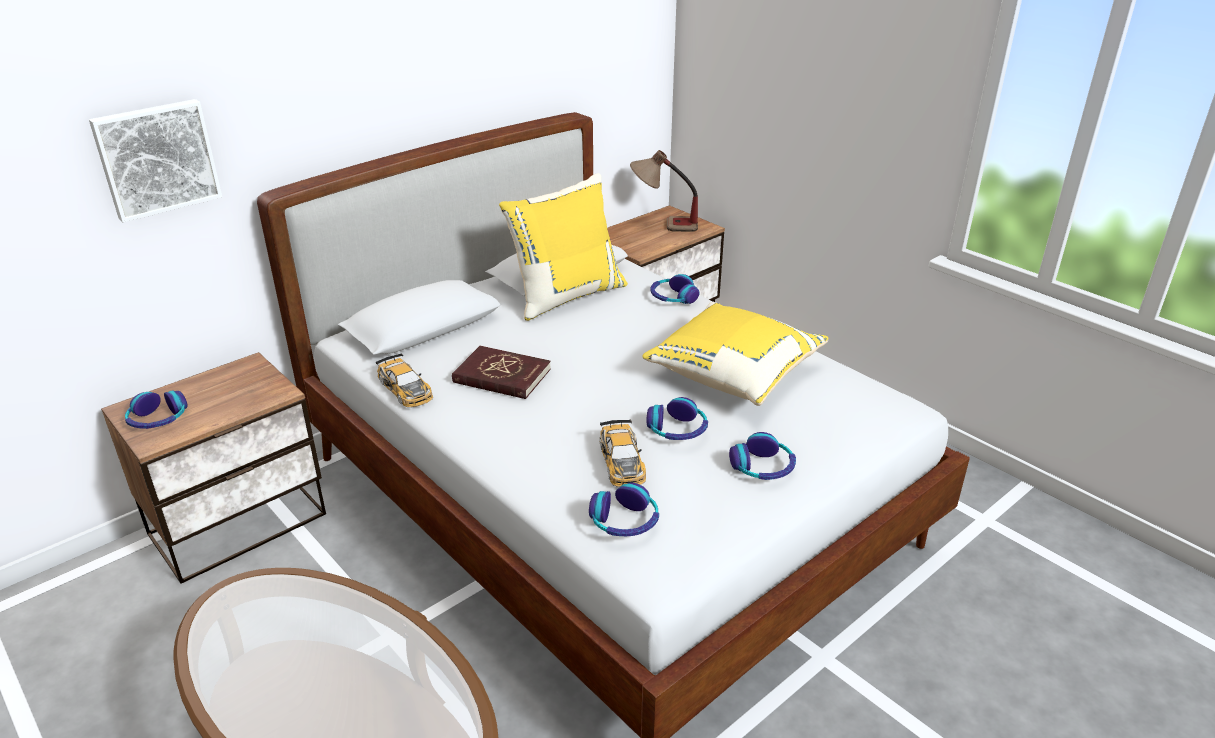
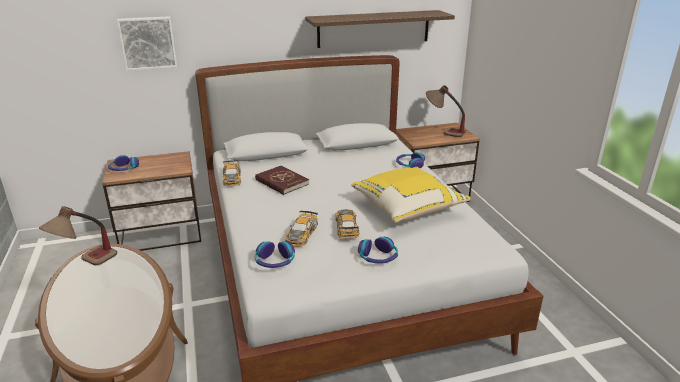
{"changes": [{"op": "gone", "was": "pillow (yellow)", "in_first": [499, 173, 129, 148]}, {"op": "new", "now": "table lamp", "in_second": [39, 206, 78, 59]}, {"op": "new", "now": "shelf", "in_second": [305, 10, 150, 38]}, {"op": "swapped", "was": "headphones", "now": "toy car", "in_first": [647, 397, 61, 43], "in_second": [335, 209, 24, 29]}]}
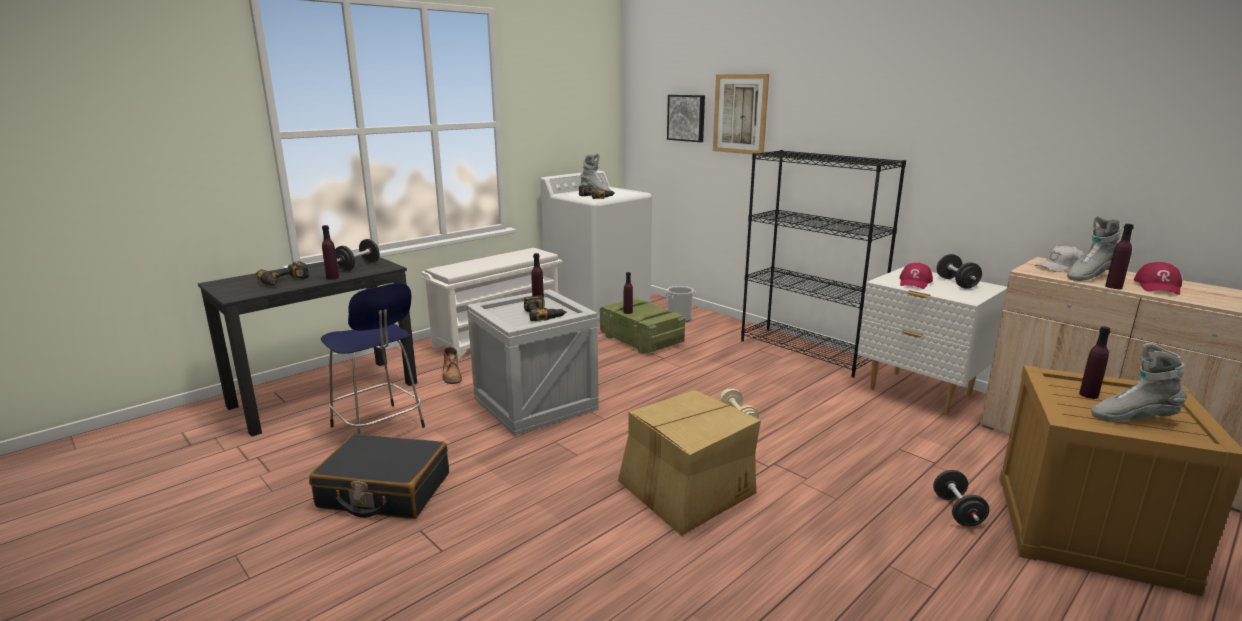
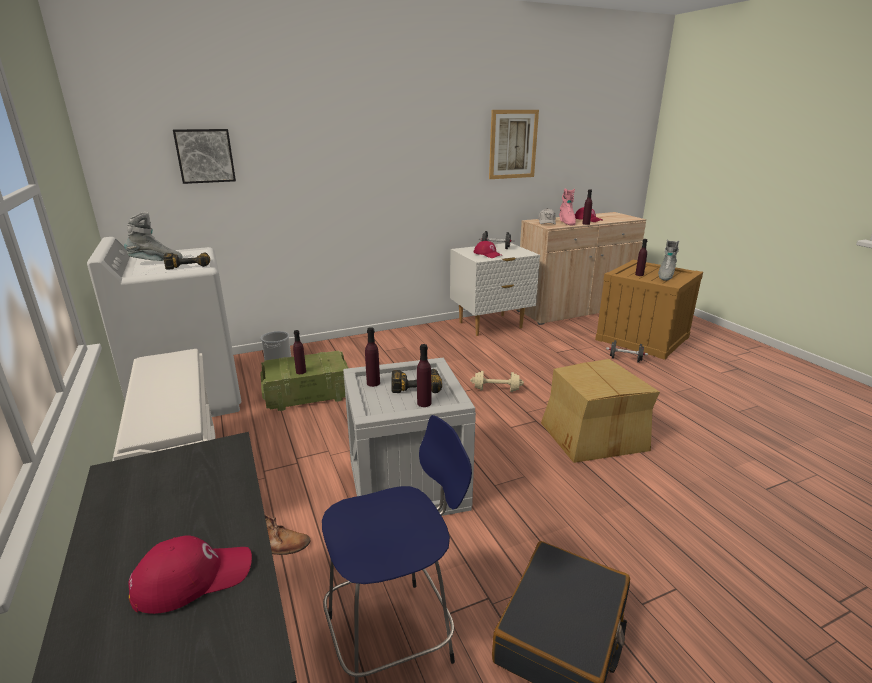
{"changes": [{"op": "gone", "was": "dumbbell (black)", "in_first": [335, 239, 45, 32]}, {"op": "gone", "was": "bookcase (black)", "in_first": [741, 150, 165, 228]}, {"op": "shifted", "was": "bottle (purple)", "in_first": [322, 225, 17, 55], "in_second": [417, 344, 14, 63]}, {"op": "shifted", "was": "picture", "in_first": [713, 74, 56, 81], "in_second": [489, 110, 50, 69]}, {"op": "swapped", "was": "power drill", "now": "cap (red)", "in_first": [256, 261, 53, 24], "in_second": [129, 535, 123, 79]}, {"op": "repainted", "was": "boot (grey)", "now": "boot (pink)", "in_first": [1067, 216, 54, 65], "in_second": [559, 189, 17, 37]}]}
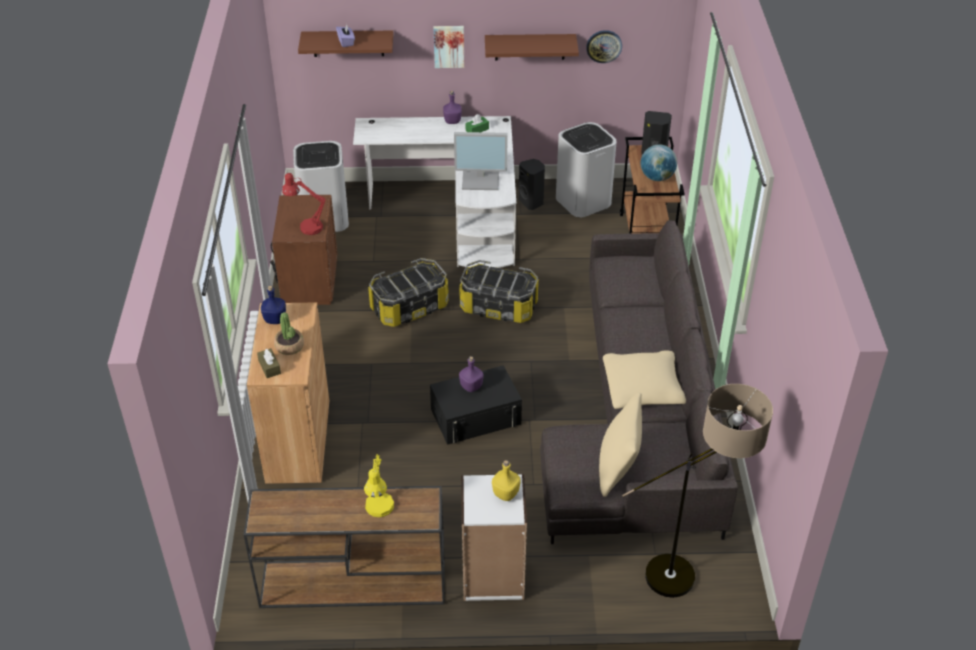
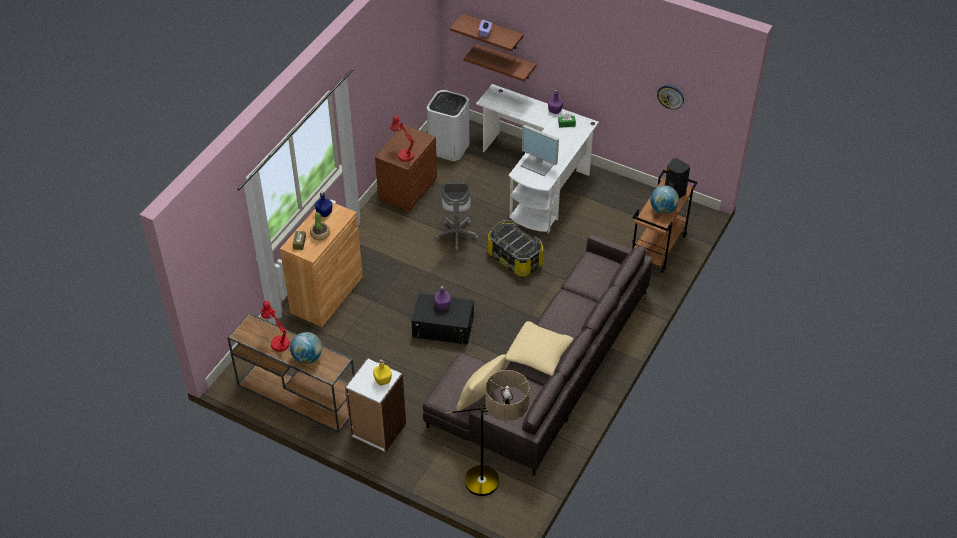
{"changes": [{"op": "gone", "was": "picture", "in_first": [434, 26, 30, 42]}, {"op": "gone", "was": "speaker (black)", "in_first": [519, 159, 26, 51]}, {"op": "gone", "was": "trash can (white)", "in_first": [556, 122, 61, 95]}, {"op": "new", "now": "table lamp (red)", "in_second": [261, 301, 29, 51]}, {"op": "shifted", "was": "shelf (brown)", "in_first": [485, 34, 94, 26], "in_second": [464, 44, 72, 38]}, {"op": "swapped", "was": "table lamp (yellow)", "now": "globe", "in_first": [364, 454, 30, 63], "in_second": [290, 332, 32, 32]}, {"op": "swapped", "was": "storage box", "now": "office chair (grey)", "in_first": [368, 258, 81, 69], "in_second": [435, 182, 43, 68]}]}
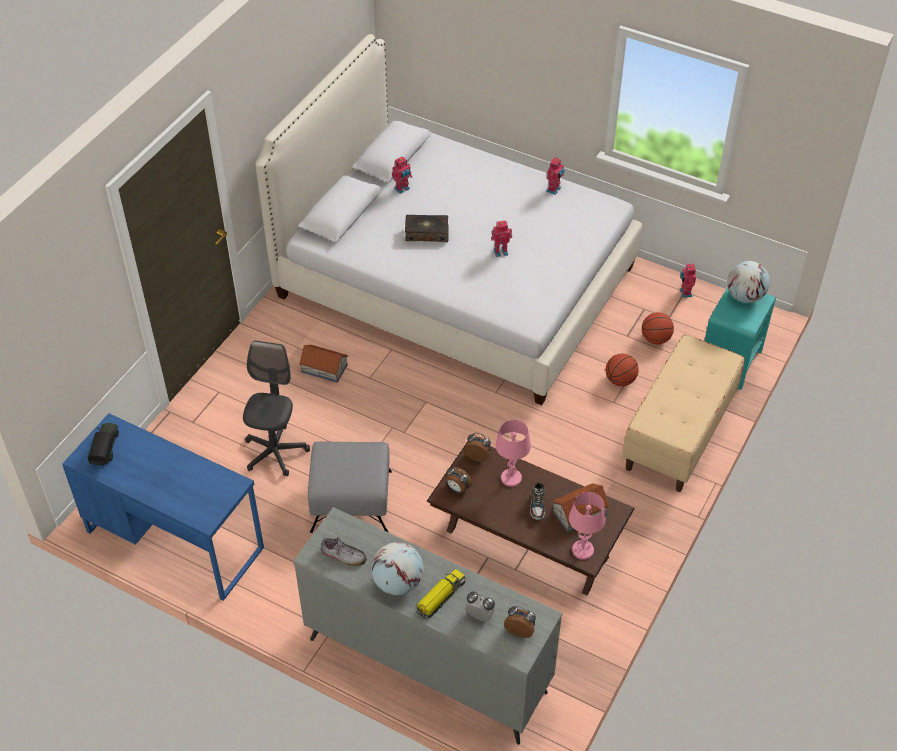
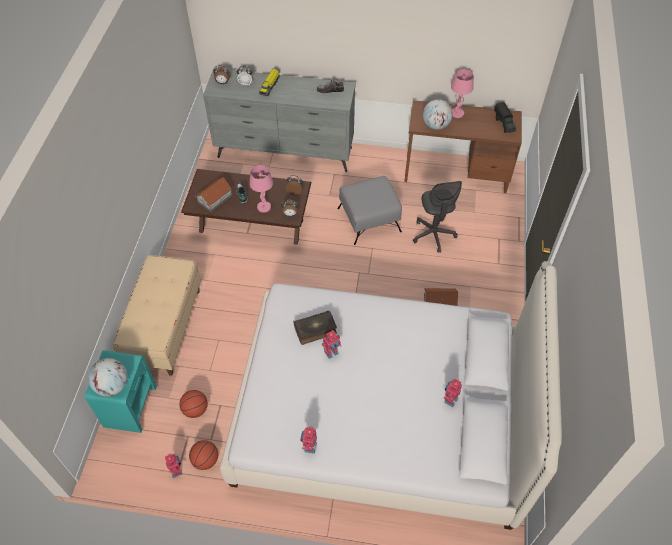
{"changes": [{"op": "shifted", "was": "globe", "in_first": [371, 542, 53, 53], "in_second": [423, 99, 30, 31]}, {"op": "shifted", "was": "book", "in_first": [405, 215, 44, 27], "in_second": [293, 311, 44, 34]}, {"op": "shifted", "was": "table lamp (pink)", "in_first": [569, 492, 37, 68], "in_second": [451, 69, 23, 49]}, {"op": "shifted", "was": "basketball", "in_first": [606, 354, 33, 32], "in_second": [189, 440, 29, 30]}, {"op": "repainted", "was": "desk (blue)", "now": "desk (brown)", "in_first": [62, 413, 202, 188], "in_second": [404, 100, 118, 93]}]}
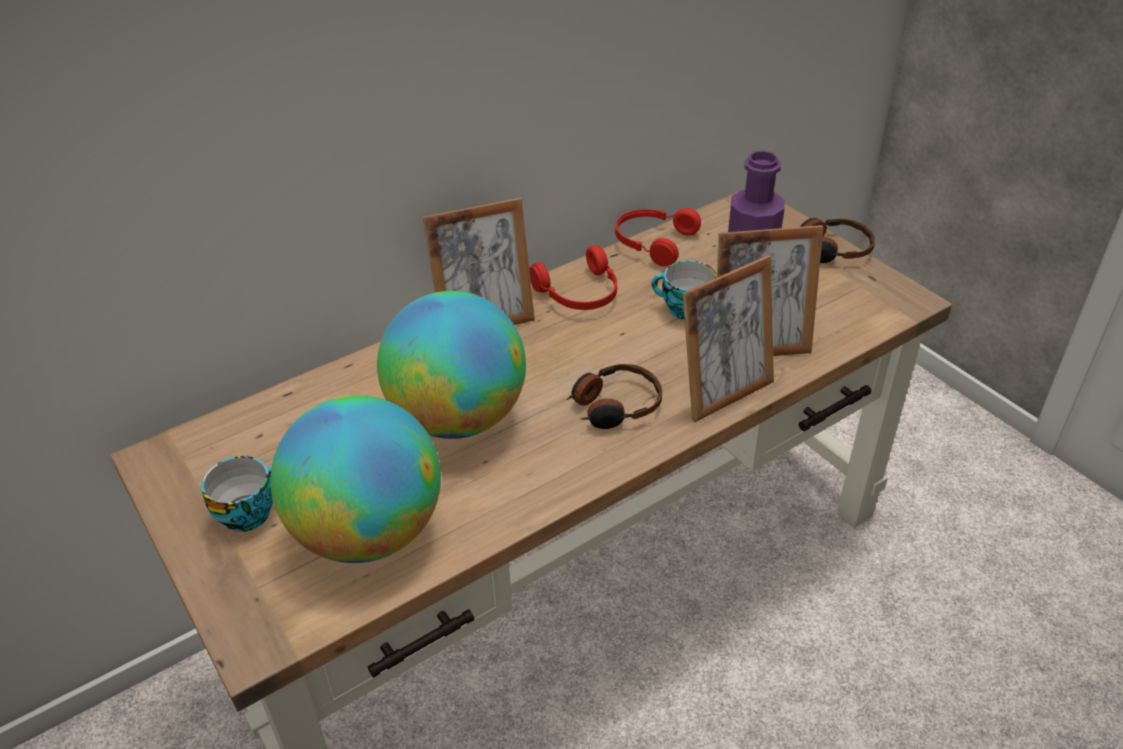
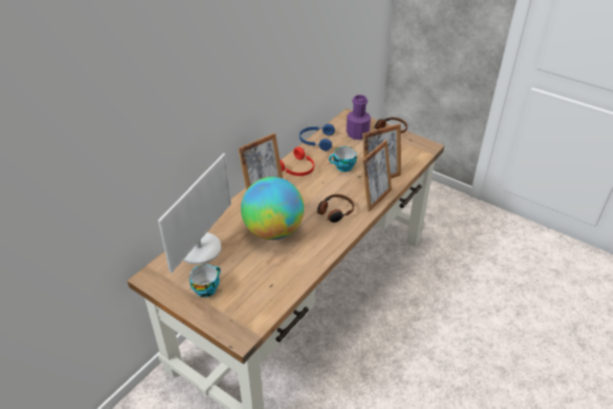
{"changes": [{"op": "gone", "was": "globe", "in_first": [270, 395, 171, 168]}, {"op": "new", "now": "monitor", "in_second": [158, 153, 73, 120]}, {"op": "repainted", "was": "headphones (red)", "now": "headphones (blue)", "in_first": [615, 208, 86, 59], "in_second": [299, 124, 36, 27]}]}
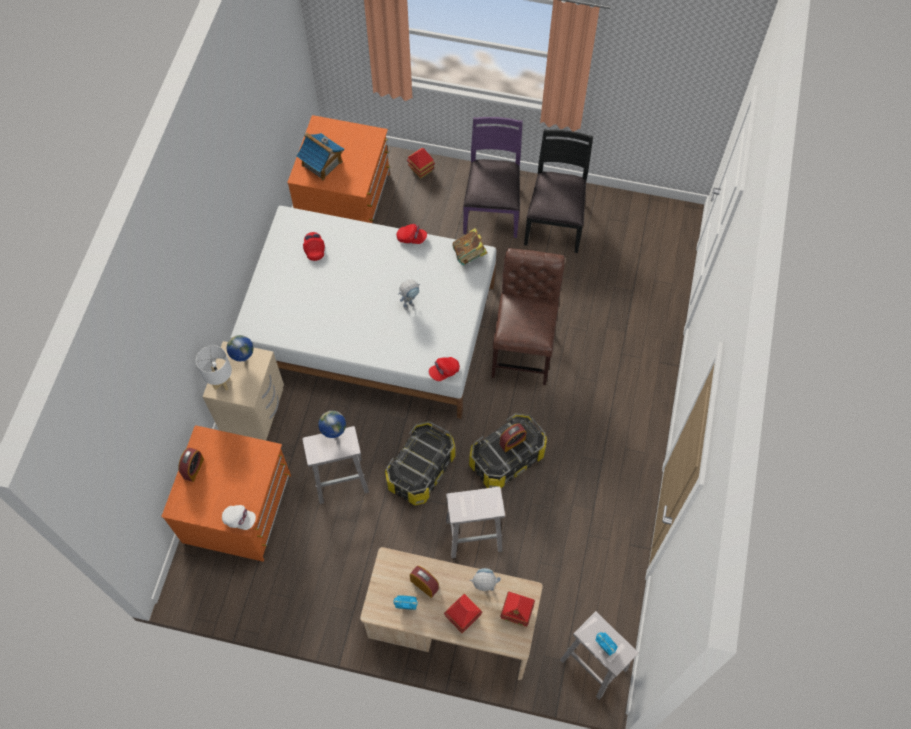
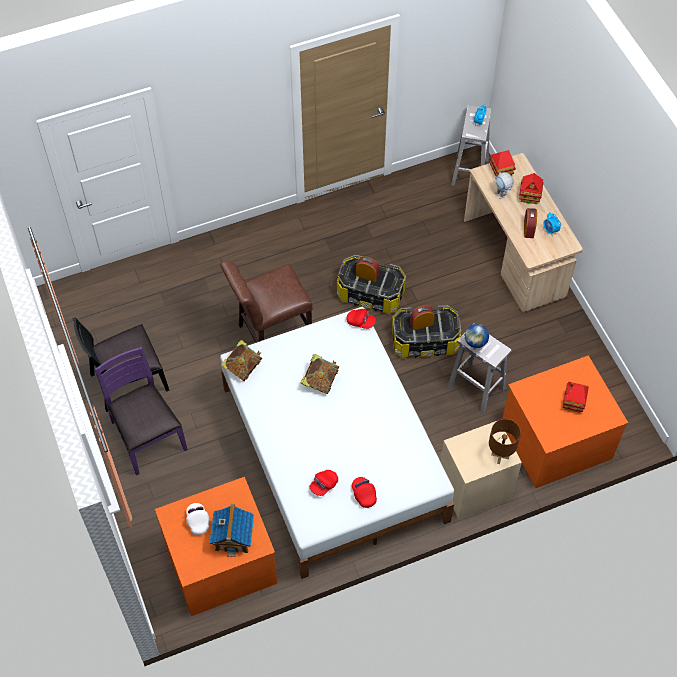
{"changes": [{"op": "gone", "was": "globe", "in_first": [227, 335, 27, 27]}, {"op": "gone", "was": "stool (white)", "in_first": [446, 487, 59, 71]}, {"op": "shifted", "was": "alarm clock", "in_first": [178, 448, 26, 34], "in_second": [410, 305, 25, 25]}, {"op": "shifted", "was": "cap (white)", "in_first": [222, 505, 34, 25], "in_second": [186, 503, 23, 32]}, {"op": "shifted", "was": "cap (red)", "in_first": [397, 224, 30, 20], "in_second": [352, 477, 25, 31]}, {"op": "shifted", "was": "toy house", "in_first": [407, 148, 28, 30], "in_second": [563, 382, 26, 31]}, {"op": "swapped", "was": "toy robot", "now": "book", "in_first": [398, 280, 22, 30], "in_second": [300, 354, 39, 40]}, {"op": "repainted", "was": "table lamp (white)", "now": "table lamp (brown)", "in_first": [196, 345, 36, 46], "in_second": [489, 419, 32, 45]}, {"op": "rotated", "was": "chair (purple)", "in_first": [463, 117, 60, 121], "in_second": [94, 347, 94, 129], "clockwise": 90}]}
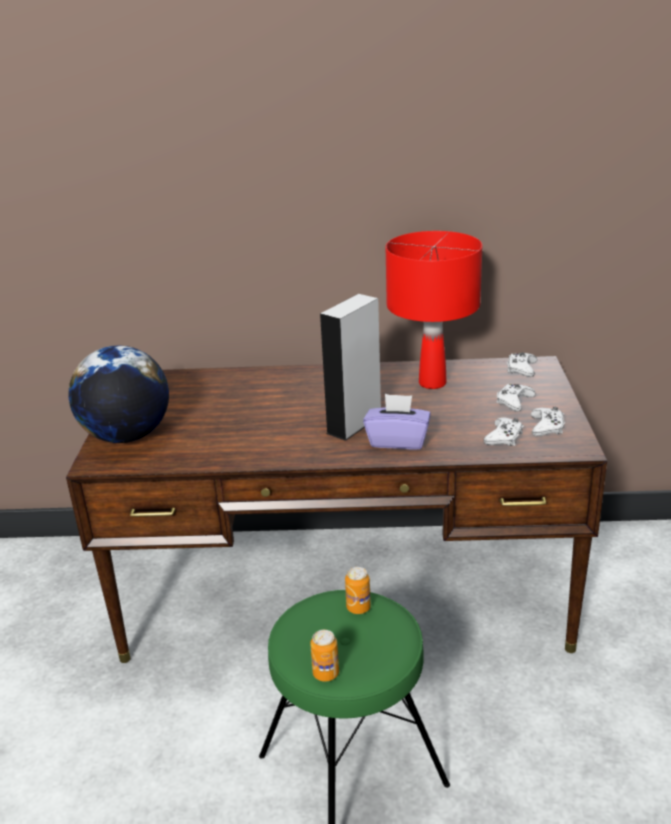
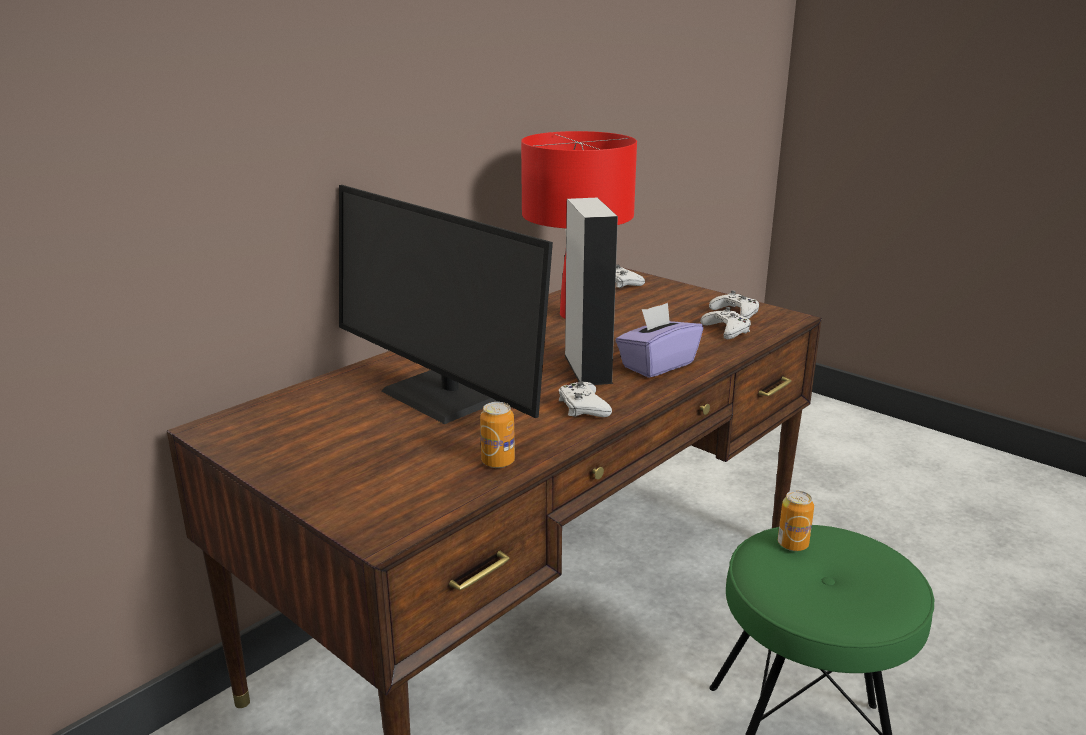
{"changes": [{"op": "gone", "was": "globe", "in_first": [68, 345, 101, 98]}, {"op": "new", "now": "monitor", "in_second": [339, 185, 214, 239]}, {"op": "shifted", "was": "can", "in_first": [311, 630, 28, 52], "in_second": [480, 402, 35, 66]}, {"op": "shifted", "was": "game controller (white)", "in_first": [496, 384, 40, 28], "in_second": [559, 381, 53, 36]}]}
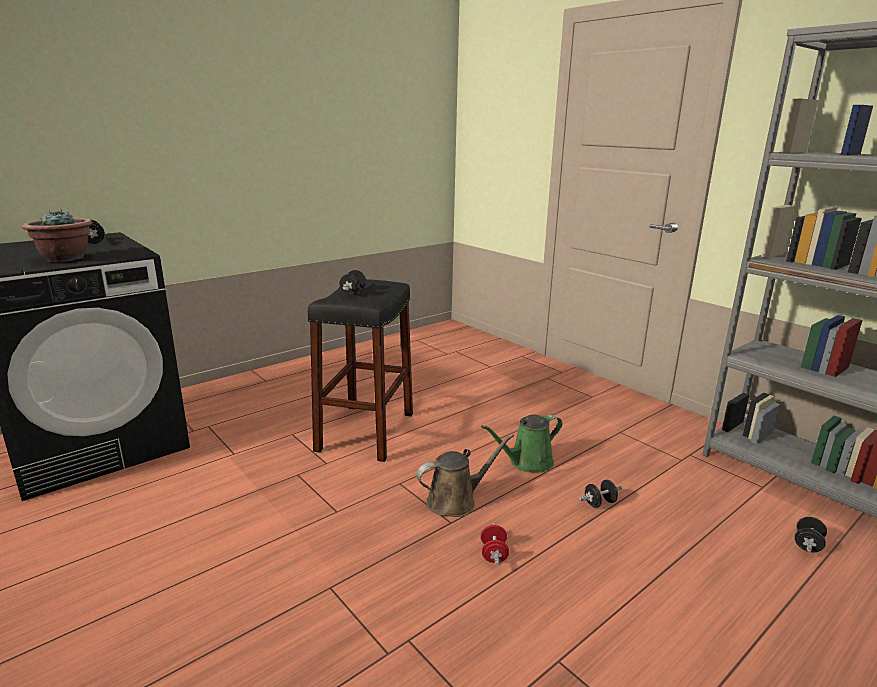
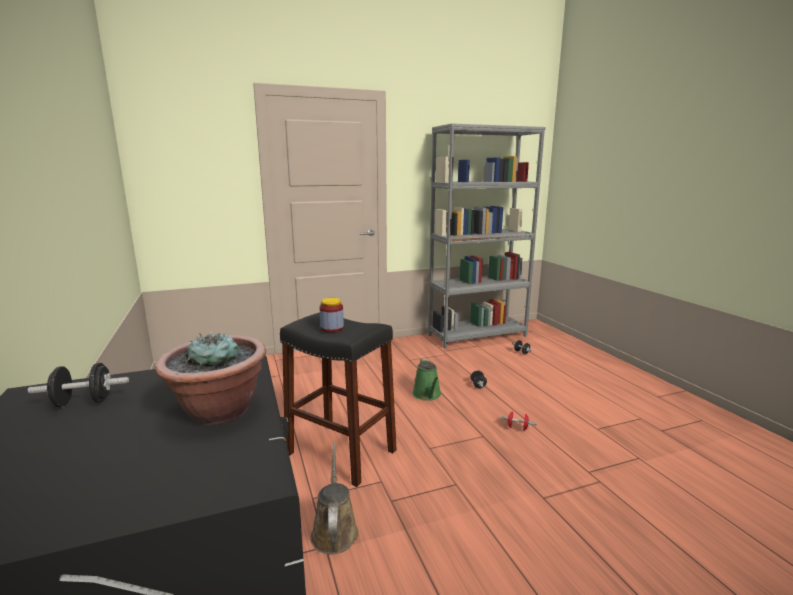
{"changes": [{"op": "shifted", "was": "watering can (brown)", "in_first": [417, 434, 97, 83], "in_second": [311, 443, 48, 111]}, {"op": "swapped", "was": "dumbbell (black)", "now": "jar", "in_first": [339, 270, 27, 25], "in_second": [320, 298, 24, 34]}]}
